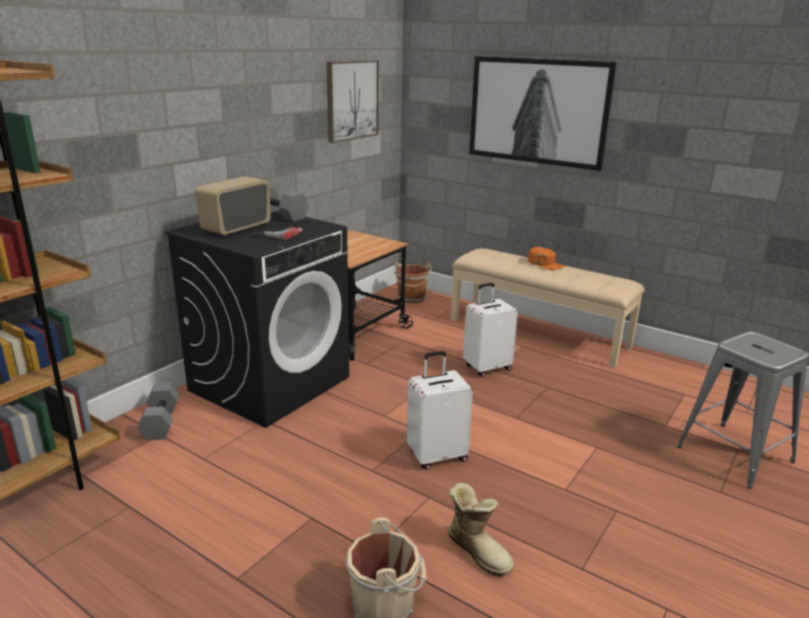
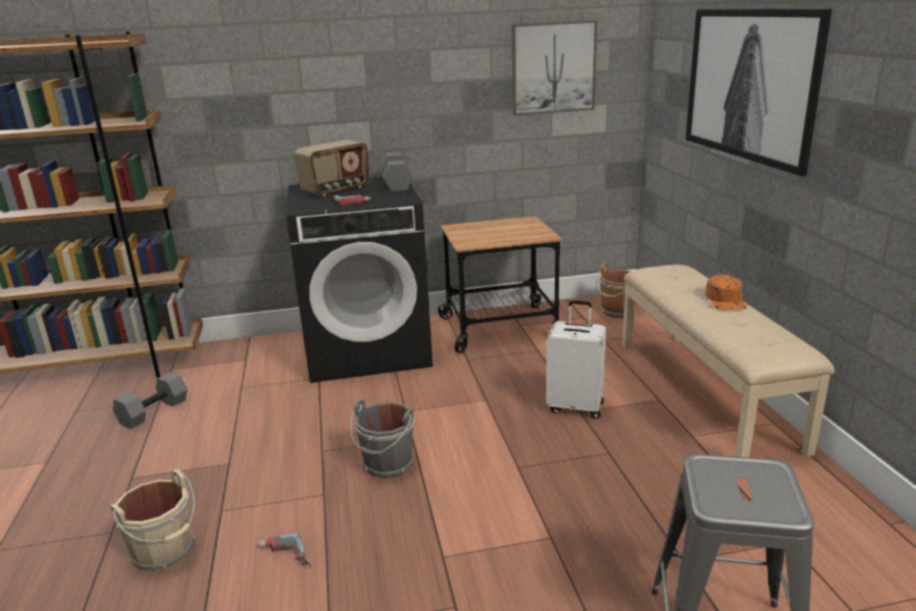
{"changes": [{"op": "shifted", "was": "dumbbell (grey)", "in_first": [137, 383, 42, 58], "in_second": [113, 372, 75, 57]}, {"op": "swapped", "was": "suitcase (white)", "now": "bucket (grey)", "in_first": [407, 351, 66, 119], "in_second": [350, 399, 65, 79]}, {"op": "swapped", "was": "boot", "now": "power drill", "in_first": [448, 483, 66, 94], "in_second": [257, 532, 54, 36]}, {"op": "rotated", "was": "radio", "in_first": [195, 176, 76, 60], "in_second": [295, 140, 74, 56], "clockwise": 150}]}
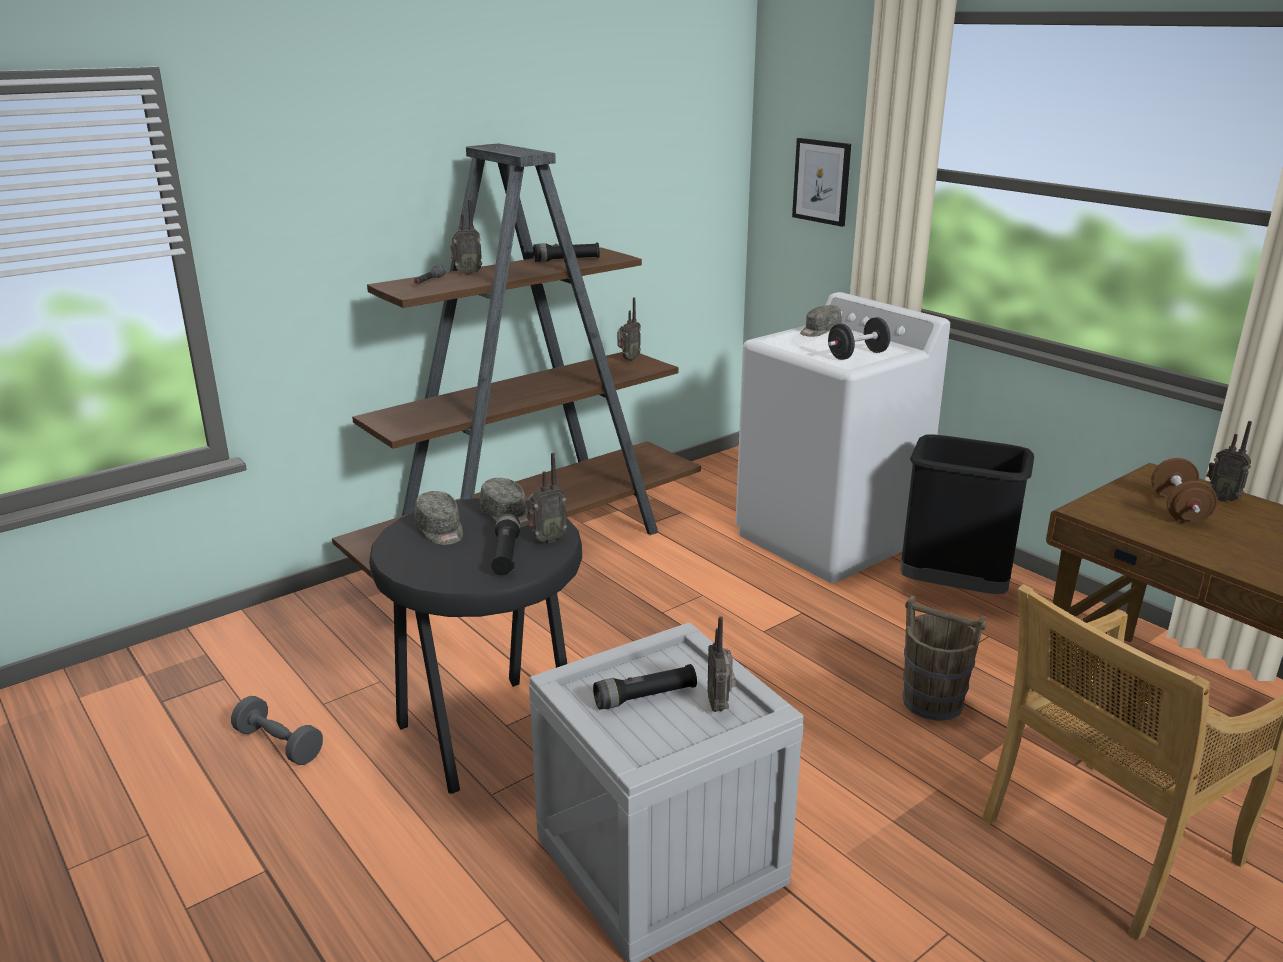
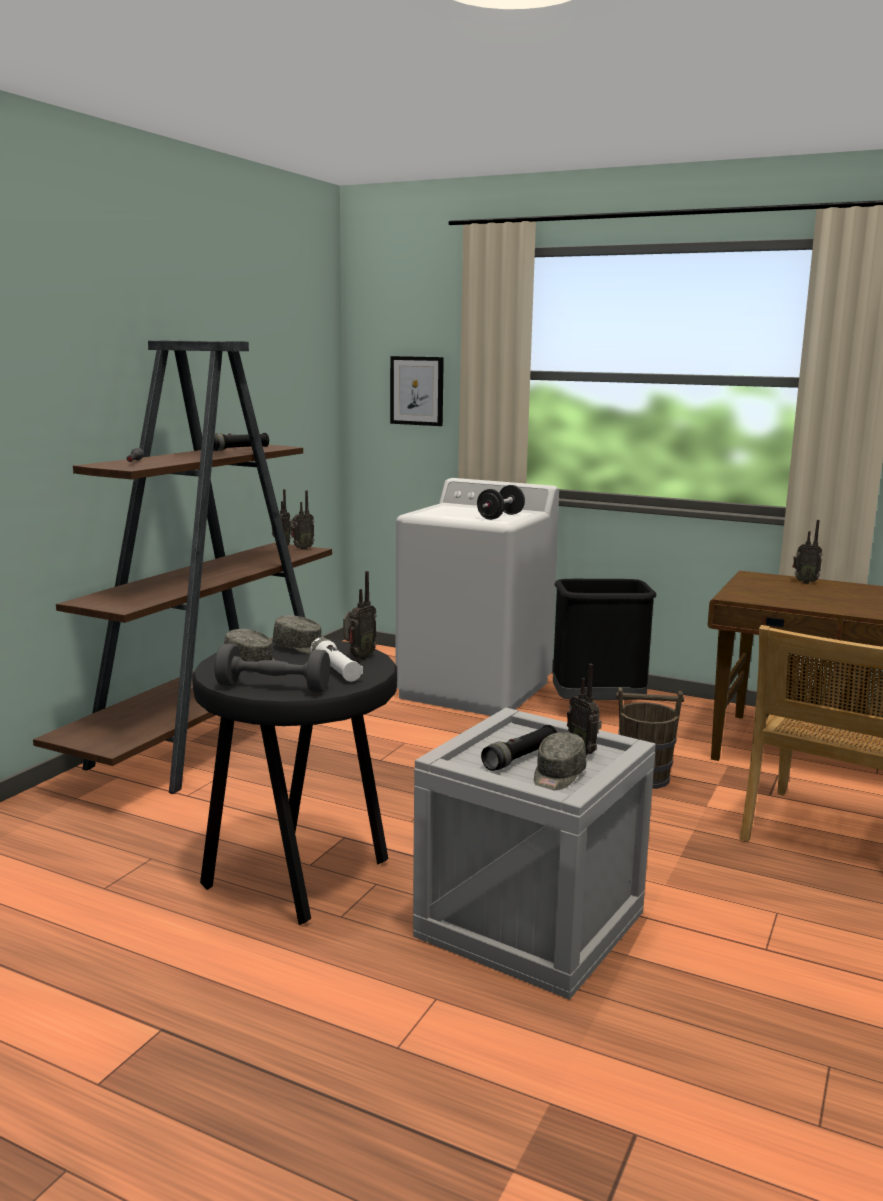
{"changes": [{"op": "gone", "was": "dumbbell (brown)", "in_first": [1151, 458, 66, 66]}, {"op": "shifted", "was": "dumbbell (grey)", "in_first": [231, 696, 92, 69], "in_second": [214, 644, 116, 49]}, {"op": "shifted", "was": "radio", "in_first": [450, 199, 32, 76], "in_second": [290, 490, 25, 60]}, {"op": "shifted", "was": "cap (grey)", "in_first": [800, 305, 42, 32], "in_second": [534, 732, 53, 58]}, {"op": "repainted", "was": "flashlight (black)", "now": "flashlight (white)", "in_first": [491, 513, 29, 62], "in_second": [310, 637, 53, 45]}]}
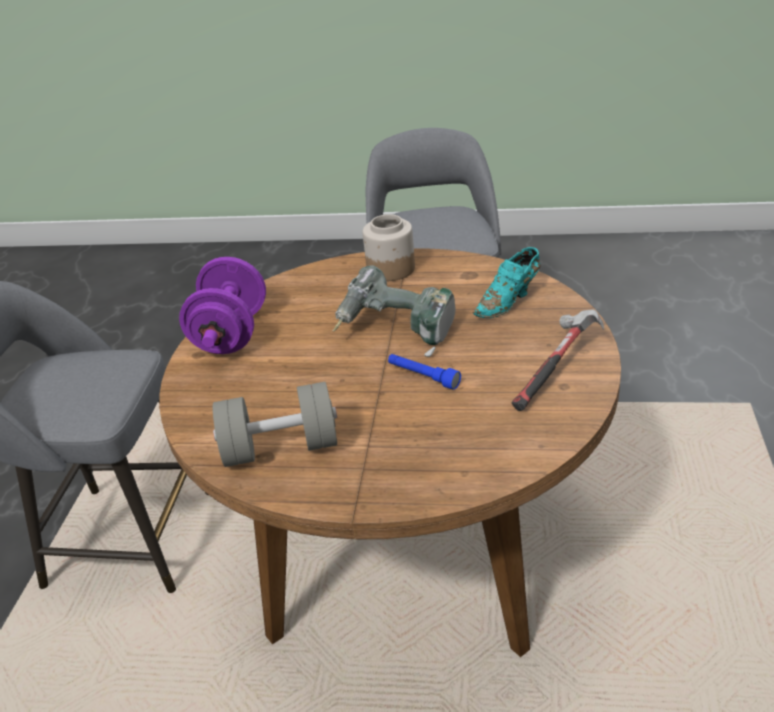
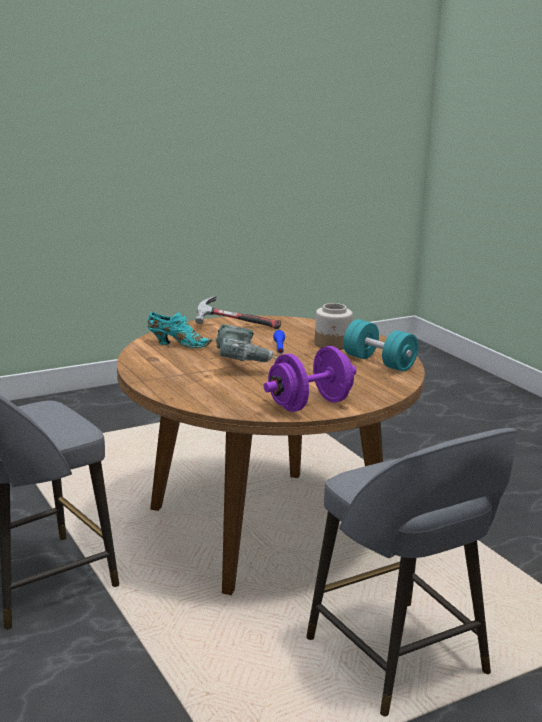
{"changes": [{"op": "shifted", "was": "jar", "in_first": [363, 214, 52, 67], "in_second": [315, 303, 38, 47]}, {"op": "repainted", "was": "dumbbell (grey)", "now": "dumbbell (turquoise)", "in_first": [213, 382, 124, 85], "in_second": [343, 319, 75, 53]}]}
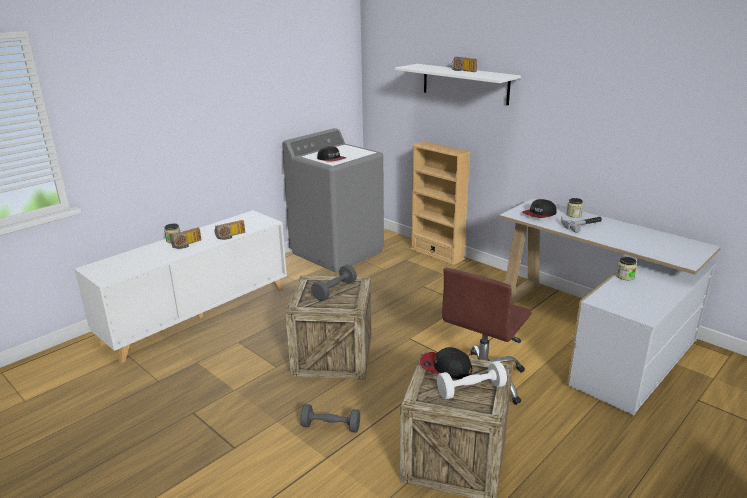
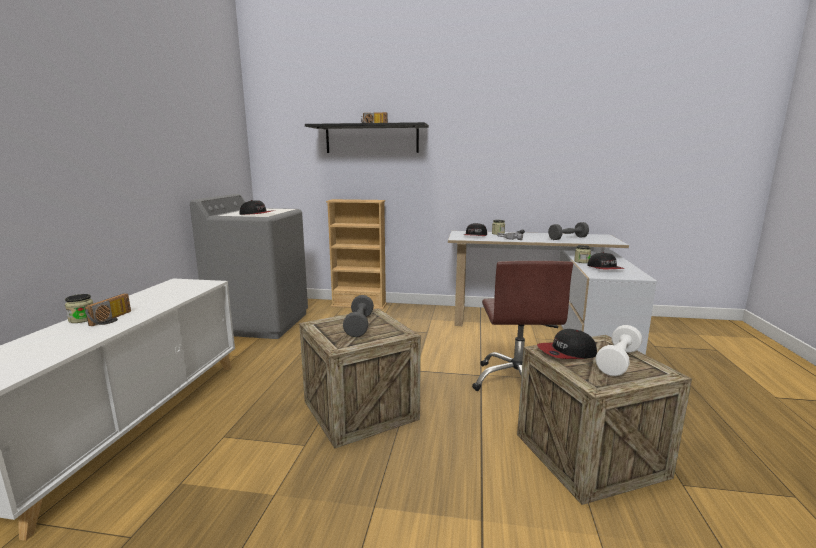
{"changes": [{"op": "gone", "was": "radio", "in_first": [214, 220, 31, 20]}, {"op": "new", "now": "cap", "in_second": [587, 252, 38, 17]}, {"op": "shifted", "was": "dumbbell (grey)", "in_first": [300, 404, 60, 29], "in_second": [548, 222, 41, 18]}, {"op": "repainted", "was": "shelf (white)", "now": "shelf (black)", "in_first": [395, 64, 126, 41], "in_second": [305, 122, 124, 31]}]}
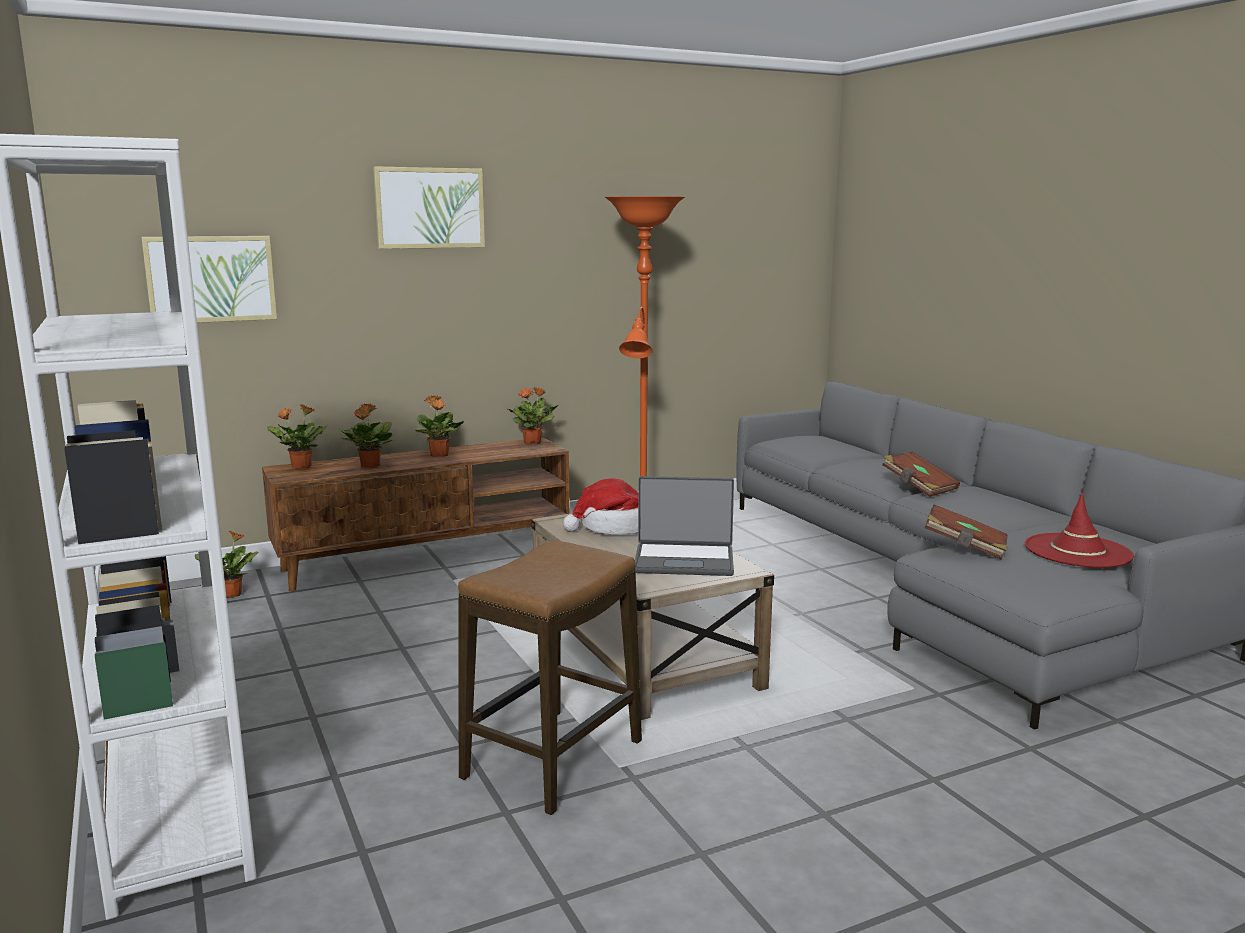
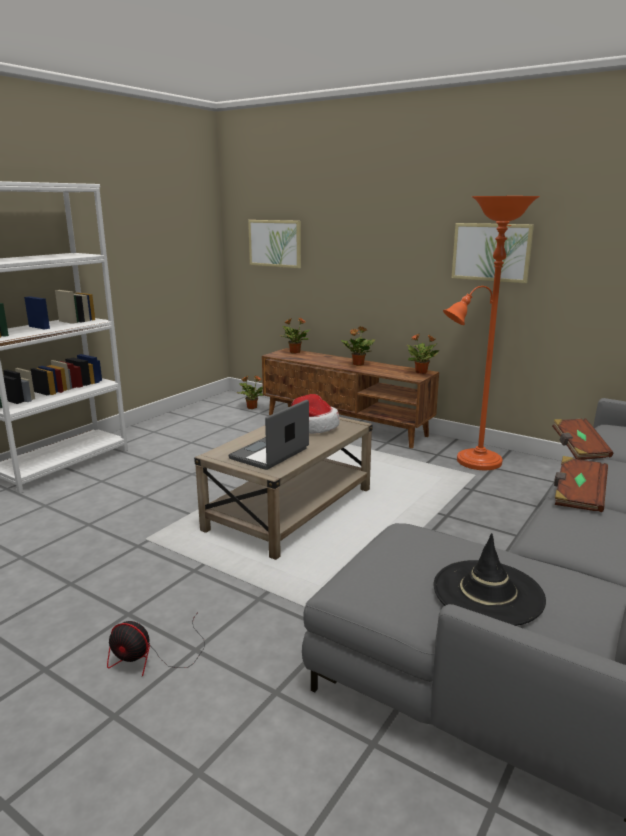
{"changes": [{"op": "gone", "was": "potted plant", "in_first": [340, 403, 52, 65]}, {"op": "gone", "was": "stool", "in_first": [458, 540, 184, 275]}, {"op": "new", "now": "fan", "in_second": [107, 612, 98, 65]}, {"op": "shifted", "was": "picture", "in_first": [373, 166, 112, 83], "in_second": [452, 223, 82, 60]}, {"op": "shifted", "was": "book (brown)", "in_first": [925, 504, 83, 56], "in_second": [552, 418, 62, 42]}, {"op": "repainted", "was": "hat (red)", "now": "hat (black)", "in_first": [1025, 493, 109, 75], "in_second": [434, 533, 112, 93]}, {"op": "rotated", "was": "laptop", "in_first": [635, 476, 99, 100], "in_second": [229, 400, 80, 70], "clockwise": 60}]}
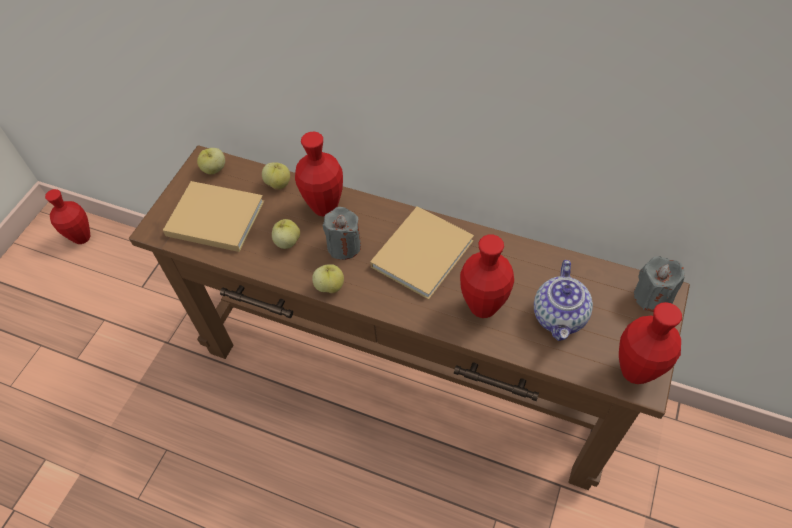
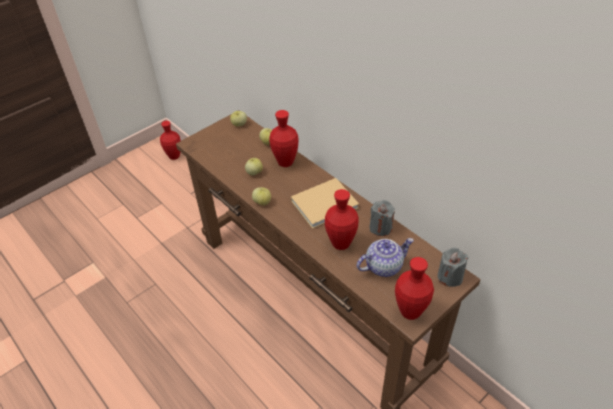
{"changes": [{"op": "gone", "was": "book (beige)", "in_first": [163, 181, 101, 71]}, {"op": "shifted", "was": "candle (grey)", "in_first": [322, 207, 39, 53], "in_second": [369, 200, 26, 36]}, {"op": "rotated", "was": "teapot", "in_first": [534, 260, 59, 81], "in_second": [357, 238, 57, 39], "clockwise": -150}]}
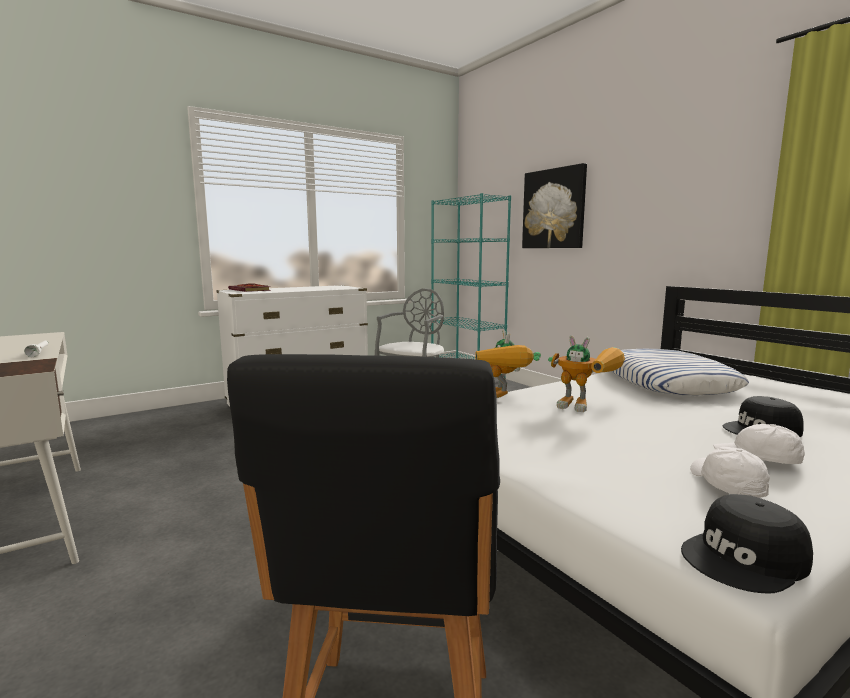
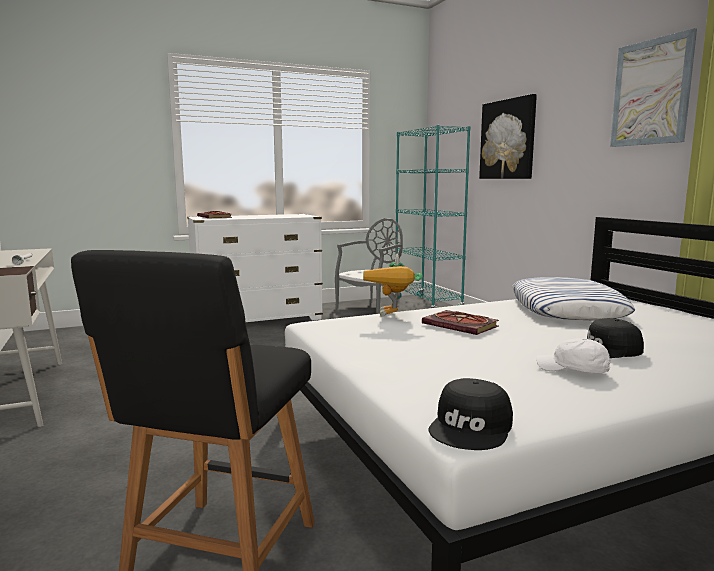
{"changes": [{"op": "gone", "was": "cap (white)", "in_first": [690, 447, 80, 51]}, {"op": "new", "now": "picture", "in_second": [610, 28, 87, 119]}, {"op": "swapped", "was": "toy robot", "now": "book", "in_first": [548, 335, 77, 77], "in_second": [422, 310, 77, 25]}, {"op": "rotated", "was": "cap (black)", "in_first": [681, 494, 132, 100], "in_second": [429, 378, 84, 72], "clockwise": -45}]}
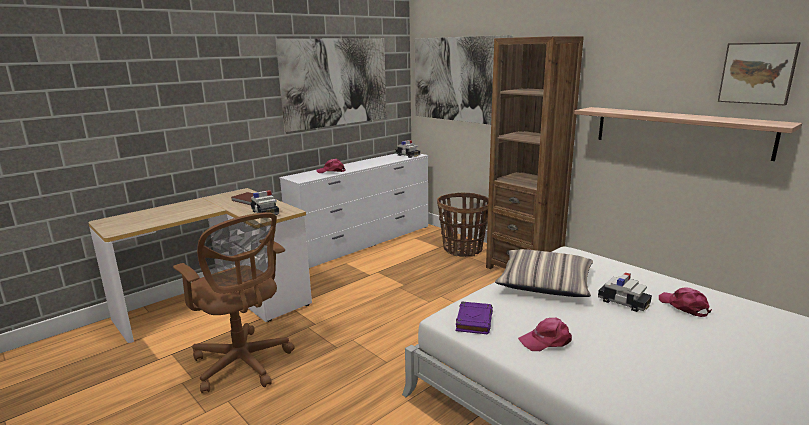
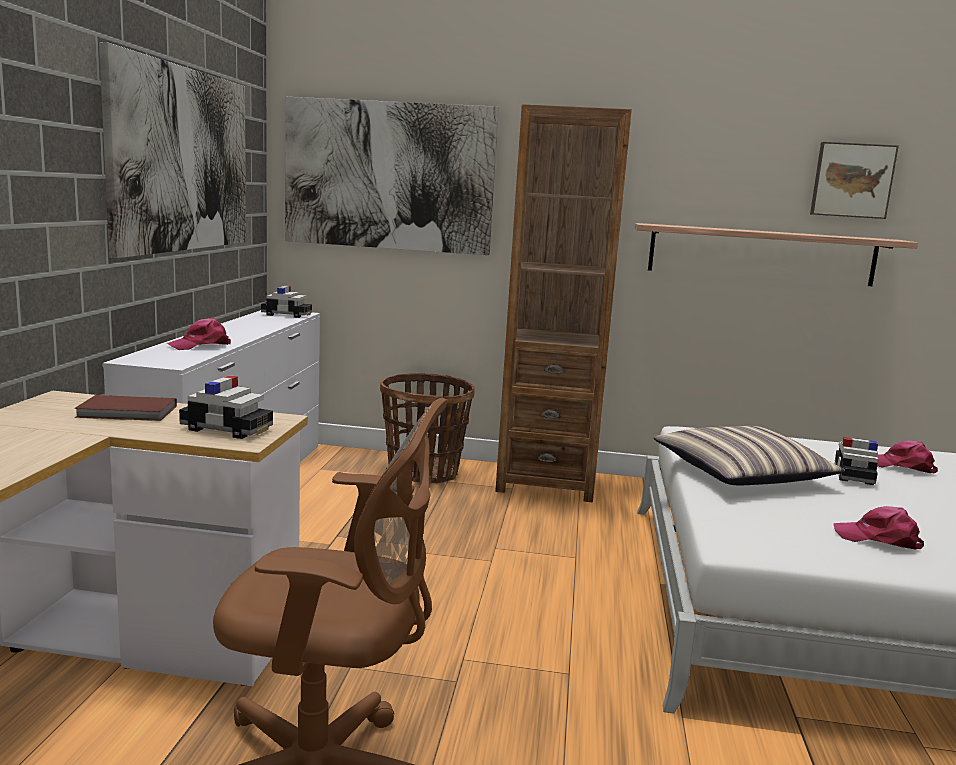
{"changes": [{"op": "gone", "was": "book (purple)", "in_first": [456, 301, 37, 33]}, {"op": "rotated", "was": "cap (pink)", "in_first": [518, 318, 54, 33], "in_second": [834, 506, 90, 43], "clockwise": 75}, {"op": "rotated", "was": "toy car", "in_first": [598, 272, 54, 40], "in_second": [835, 437, 44, 48], "clockwise": -75}]}
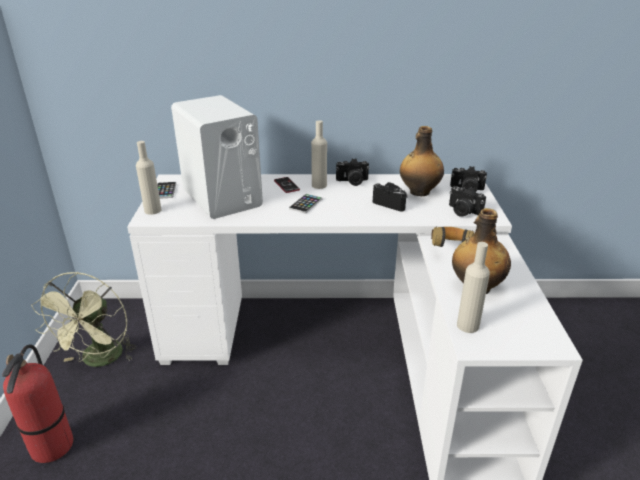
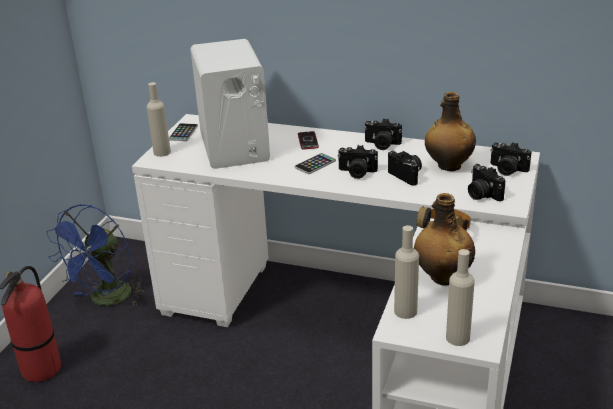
{"changes": [{"op": "new", "now": "photo camera", "in_second": [338, 145, 40, 34]}, {"op": "shifted", "was": "bottle (beige)", "in_first": [311, 120, 16, 69], "in_second": [446, 249, 29, 97]}, {"op": "repainted", "was": "fan (green)", "now": "fan (blue)", "in_first": [31, 272, 106, 95], "in_second": [46, 204, 99, 102]}]}
